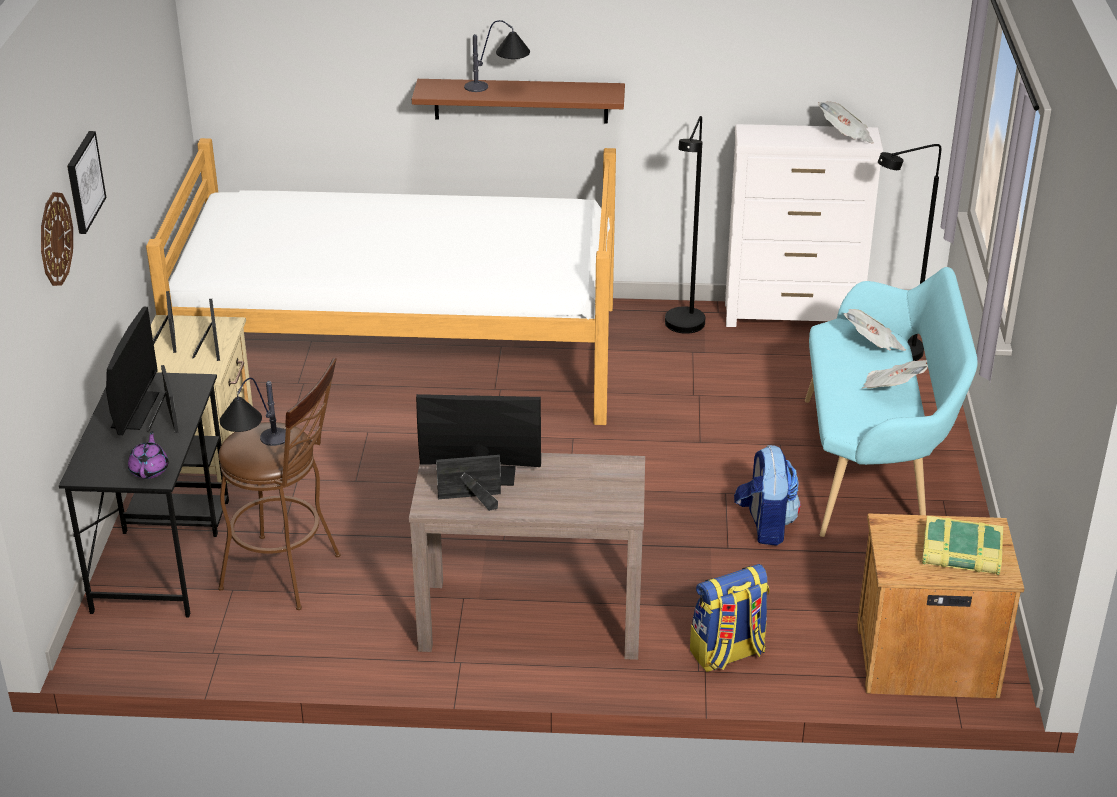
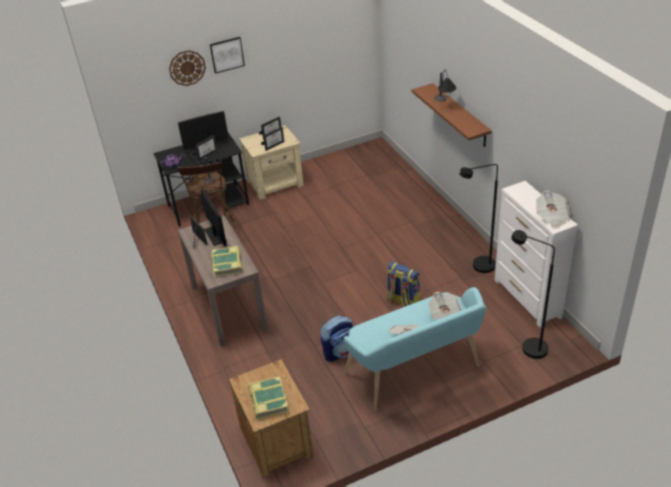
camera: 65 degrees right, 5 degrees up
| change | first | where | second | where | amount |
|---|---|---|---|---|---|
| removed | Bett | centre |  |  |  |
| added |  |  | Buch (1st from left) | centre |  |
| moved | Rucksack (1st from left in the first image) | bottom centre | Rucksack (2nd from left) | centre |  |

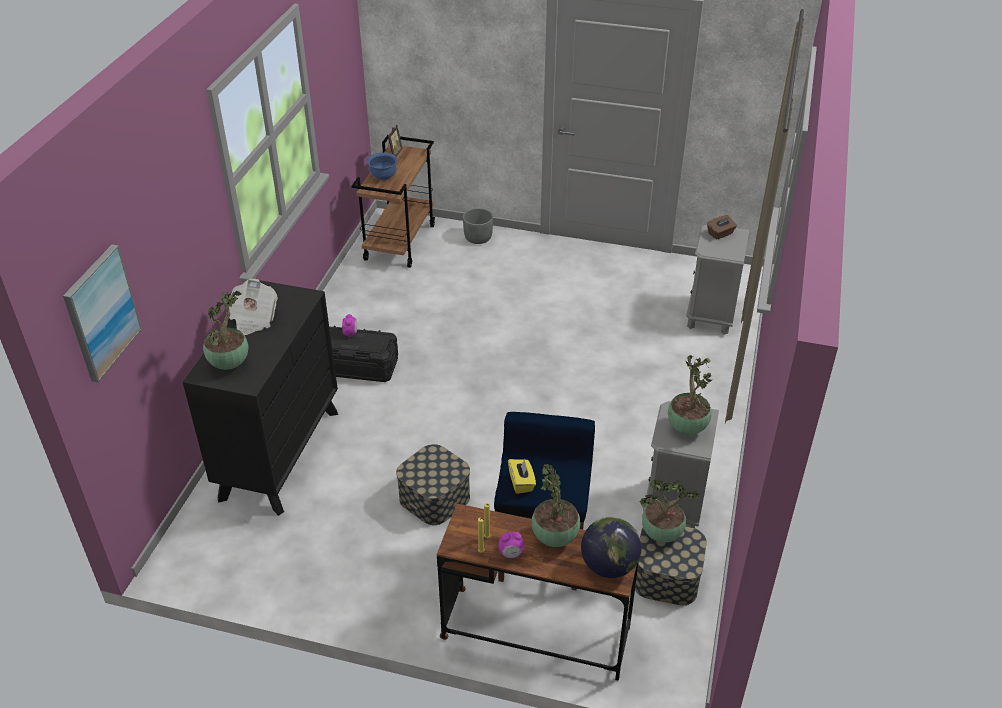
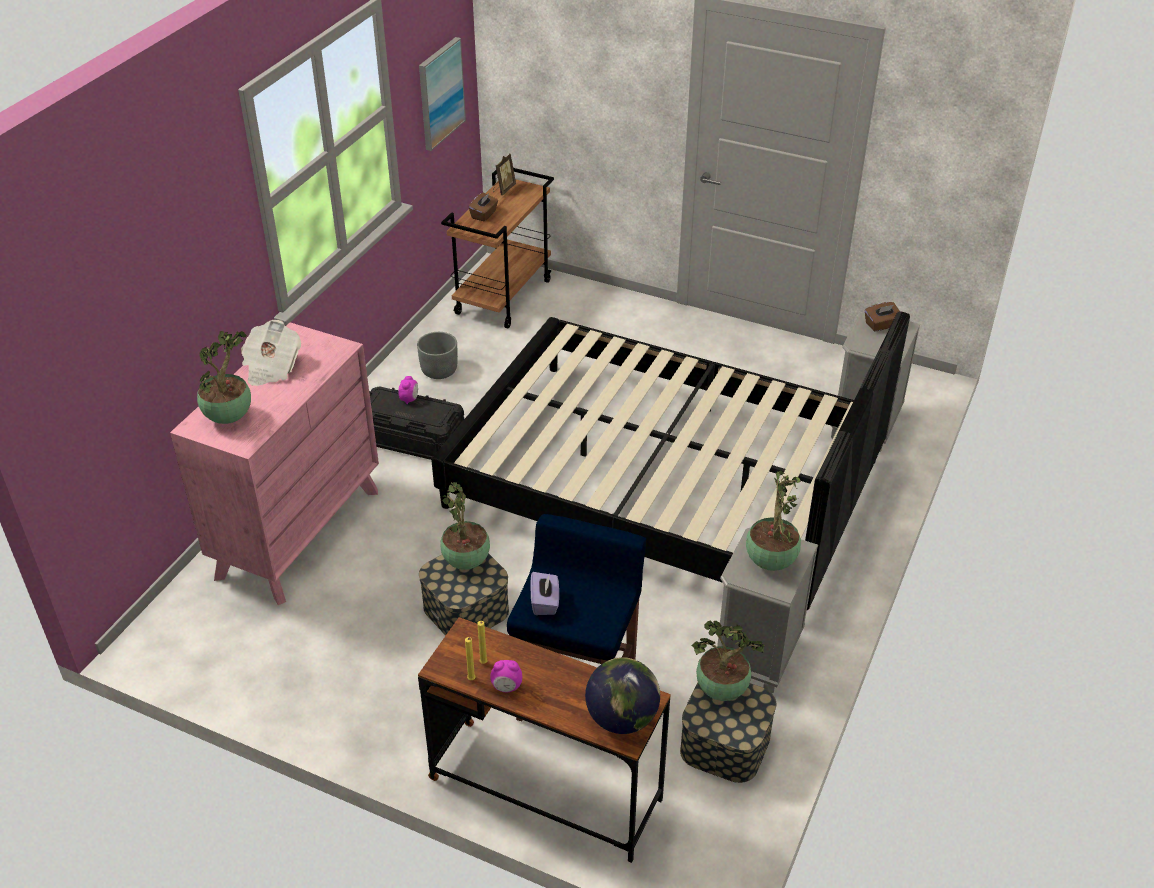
camera: 10 degrees right, 0 degrees up
| change | first | where | second | where | amount |
|---|---|---|---|---|---|
| added |  |  | Bett [schwarz] | centre |  |
| moved | Bild | middle left |  | top centre |  |
| moved | Pflanzkübel [grau] | top centre |  | centre |  |
| moved | Topfpflanze (2nd from left) | bottom centre |  | centre |  |
| replaced | Schüssel [blau] | top centre | Taschentuchbox [braun] (1st from left) | top centre |  |
| recoloured | Kommode [schwarz] | middle left | Kommode [rosa] | middle left |  |
| recoloured | Taschentuchbox [gelb] | bottom centre | Taschentuchbox [lila] | bottom centre |  |

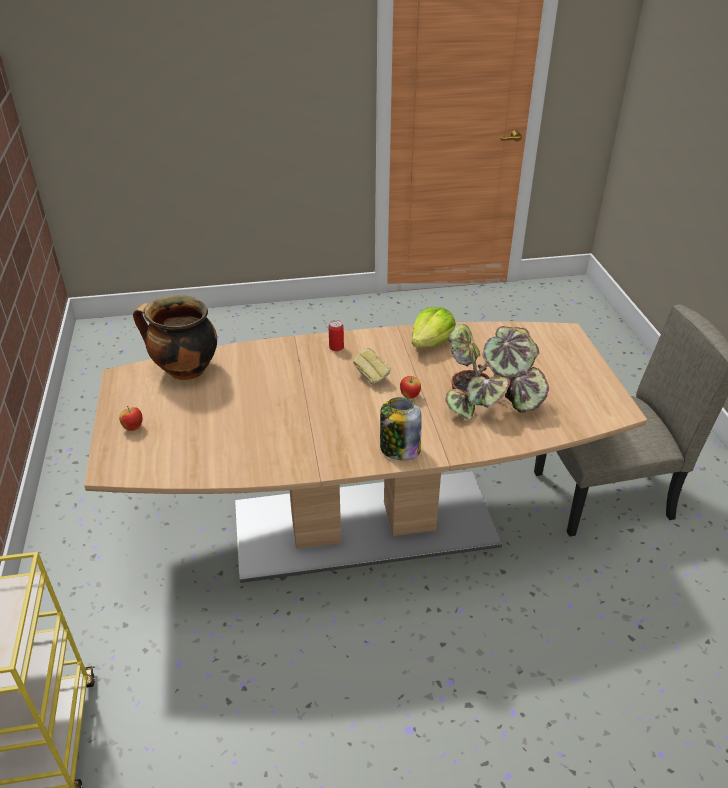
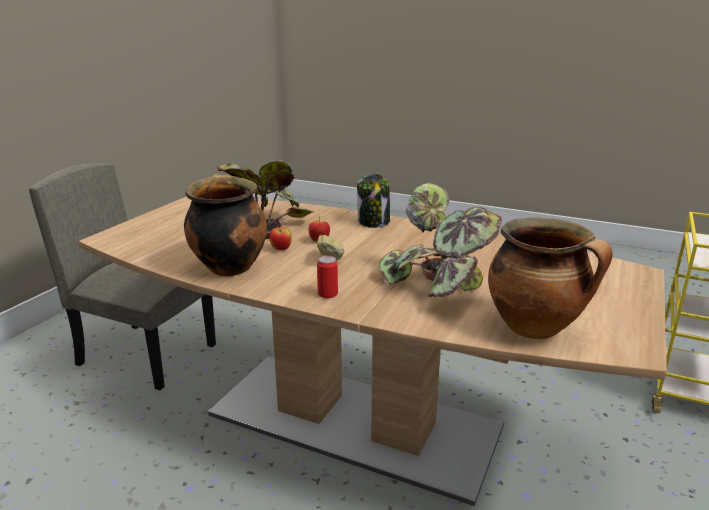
camera: 145 degrees left, 15 degrees down
| change | first | where | second | where | amount |
|---|---|---|---|---|---|
| added |  |  | Topfpflanze (2nd from left) | centre |  |
| moved | Apfel (1st from left) | middle left |  | centre |  |
| replaced | Salatkopf | centre | Kochtopf (1st from left) | middle left |  |

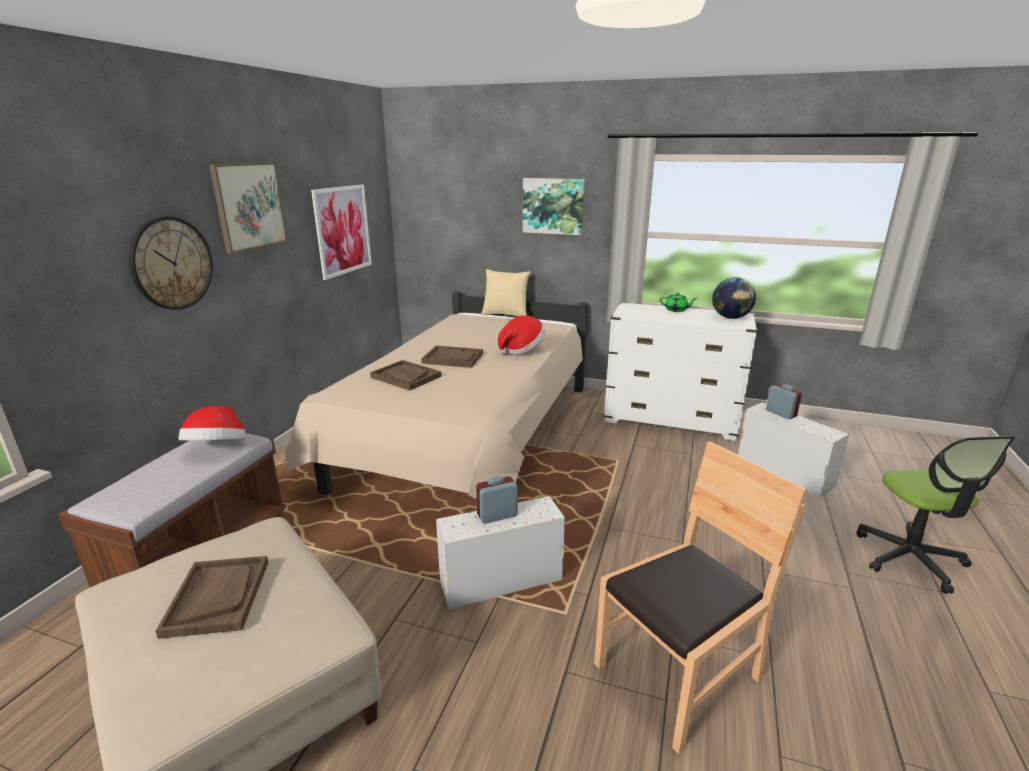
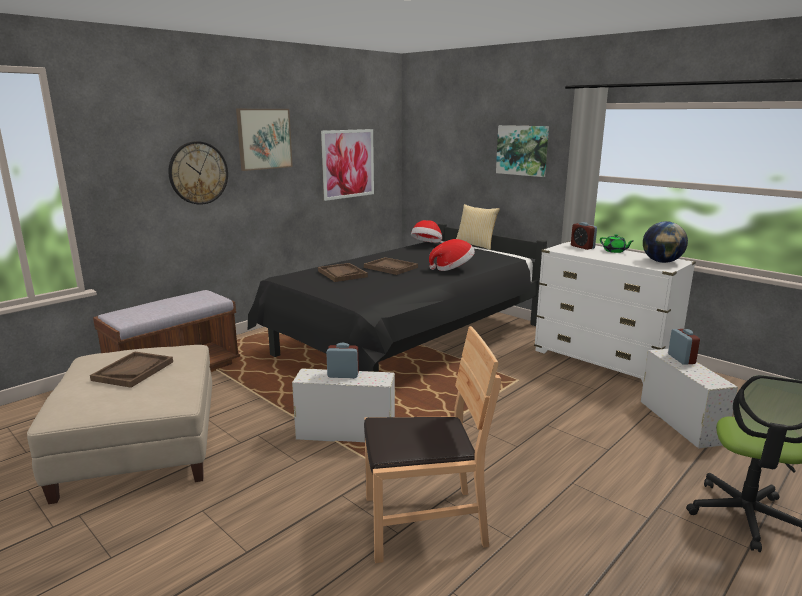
camera: 25 degrees right, 5 degrees down
| change | first | where | second | where | amount |
|---|---|---|---|---|---|
| added |  |  | Wecker (2nd from left) | middle right |  |
| moved | Hut (1st from left) | middle left |  | centre |  |
| recoloured | Bett [beige] | centre | Bett [schwarz] | centre |  |

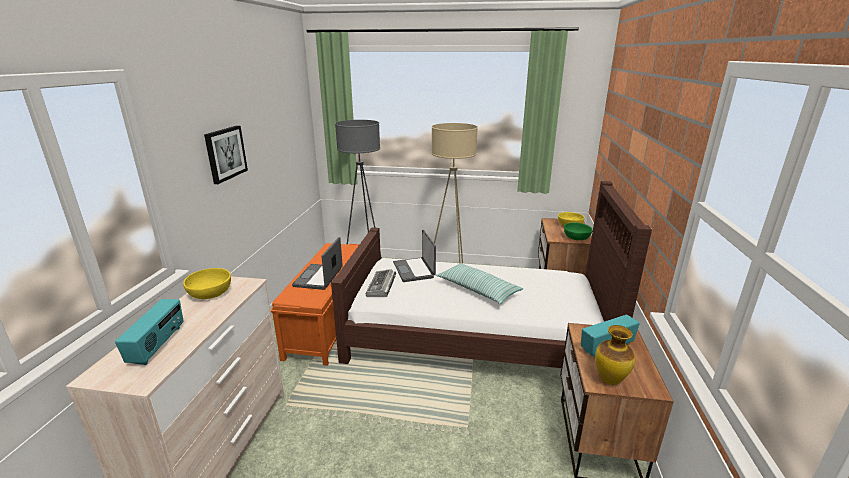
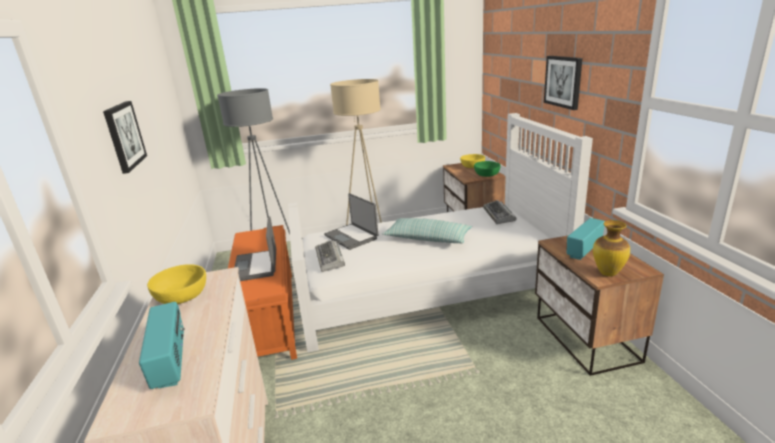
camera: 20 degrees left, 0 degrees up
| change | first | where | second | where | amount |
|---|---|---|---|---|---|
| added |  |  | Tastatur (2nd from left) | centre |  |
| added |  |  | Bild (2nd from left) | top right |  |
| recoloured | Bett [braun] | centre | Bett [weiß] | centre |  |

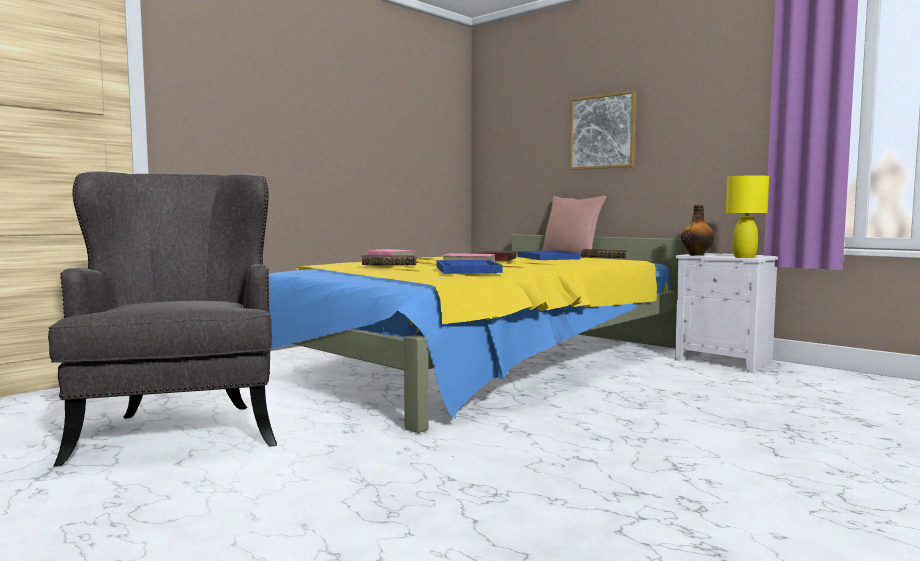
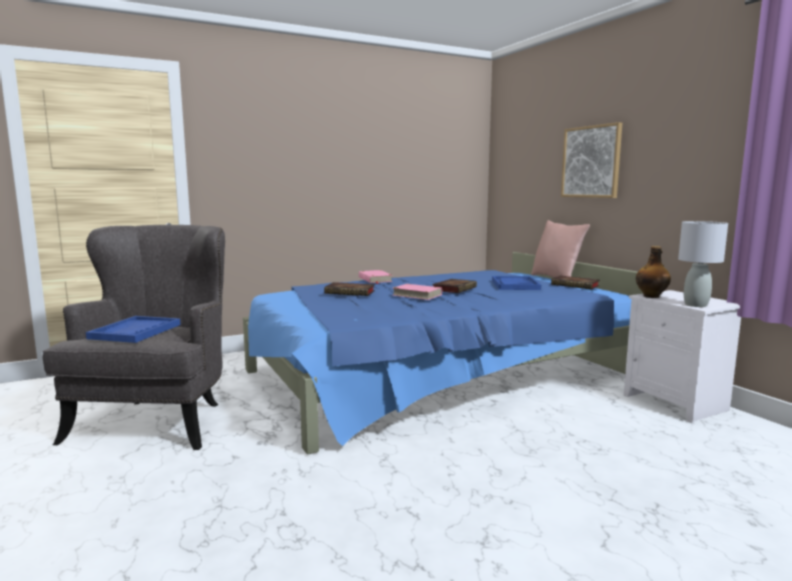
camera: 20 degrees right, 5 degrees up
| change | first | where | second | where | amount |
|---|---|---|---|---|---|
| moved | Tablett [blau] (1st from left) | centre |  | middle left |  |
| recoloured | Bett [gelb] | centre | Bett [blau] | centre |  |
| recoloured | Tischlampe [gelb] | middle right | Tischlampe [grau] | middle right |  |

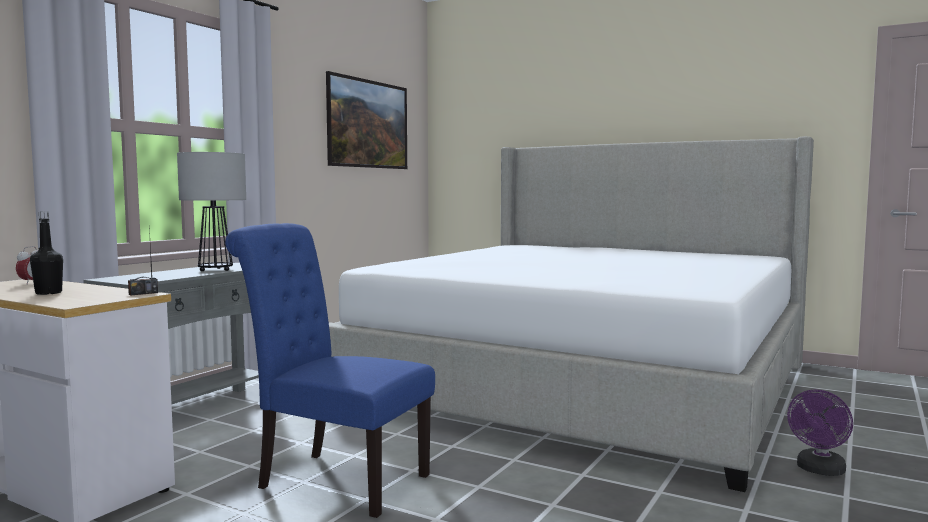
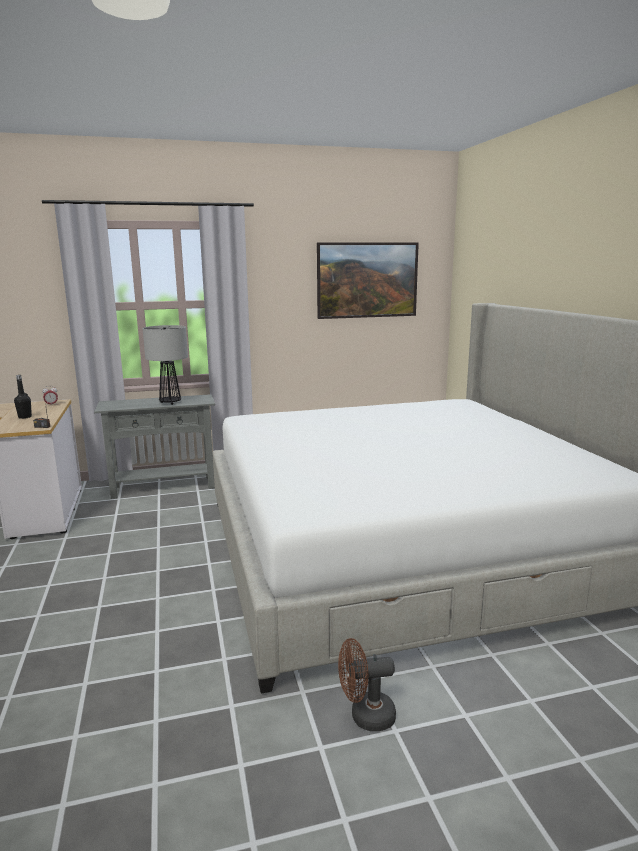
camera: 45 degrees right, 10 degrees up
| change | first | where | second | where | amount |
|---|---|---|---|---|---|
| removed | Stuhl [blau] | bottom centre |  |  |  |
| recoloured | Ventilator [lila] | bottom right | Ventilator [braun] | bottom centre |  |

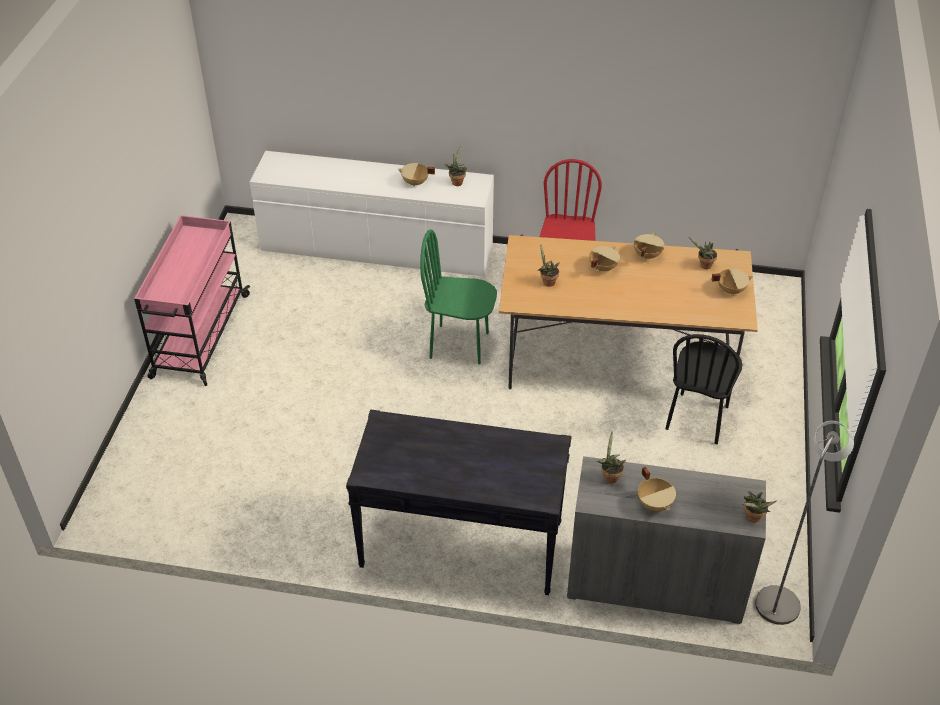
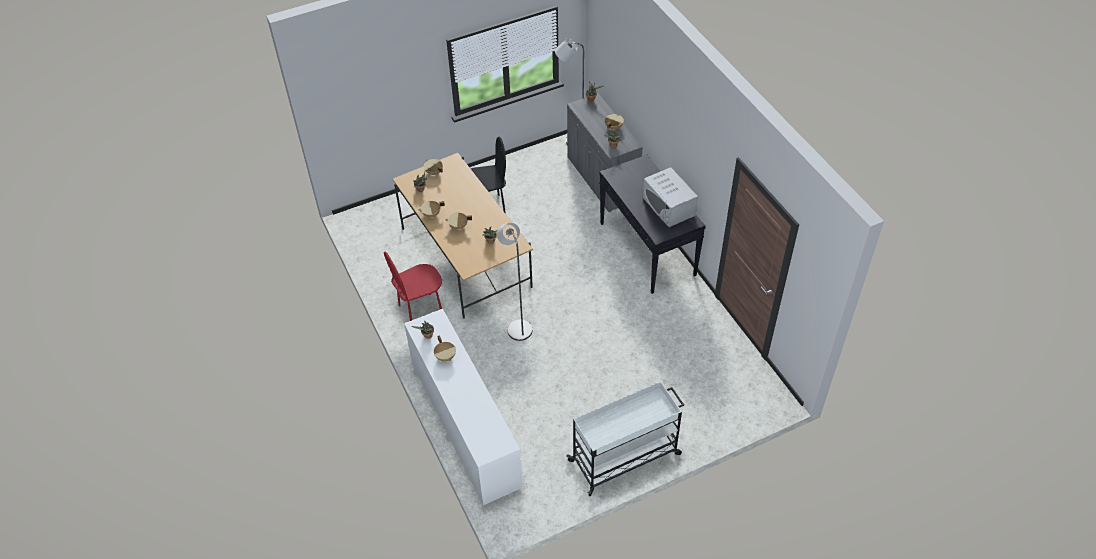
camera: 125 degrees left, 5 degrees up
| change | first | where | second | where | amount |
|---|---|---|---|---|---|
| added |  |  | Mikrowelle [weiß] | centre |  |
| replaced | Stuhl [grün] | centre | Stehlampe [grau] (1st from left) | centre |  |
| recoloured | Rollwagen [rosa] | middle left | Rollwagen [weiß] | bottom centre |  |

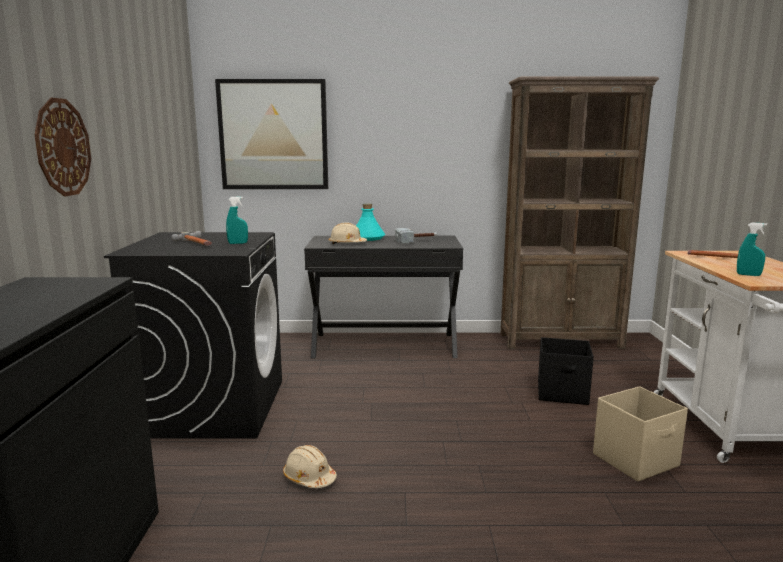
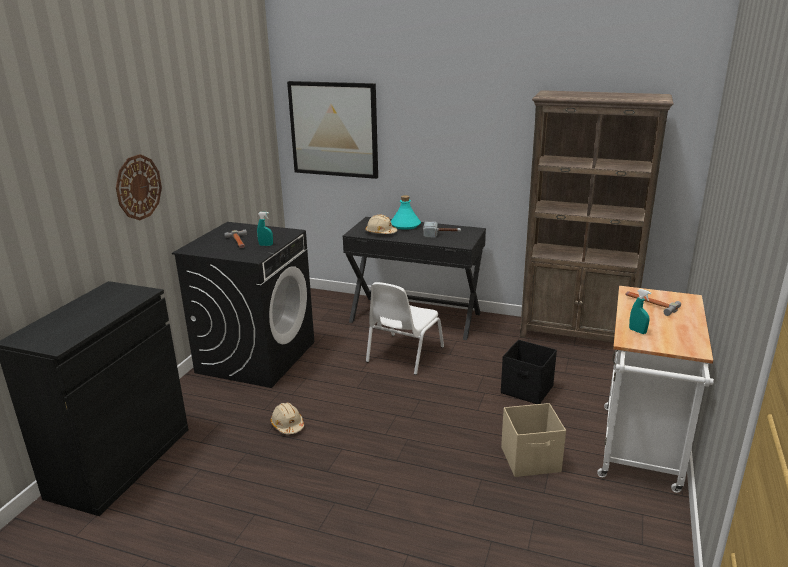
camera: 20 degrees right, 10 degrees up
| change | first | where | second | where | amount |
|---|---|---|---|---|---|
| added |  |  | Stuhl [weiß] | centre |  |

